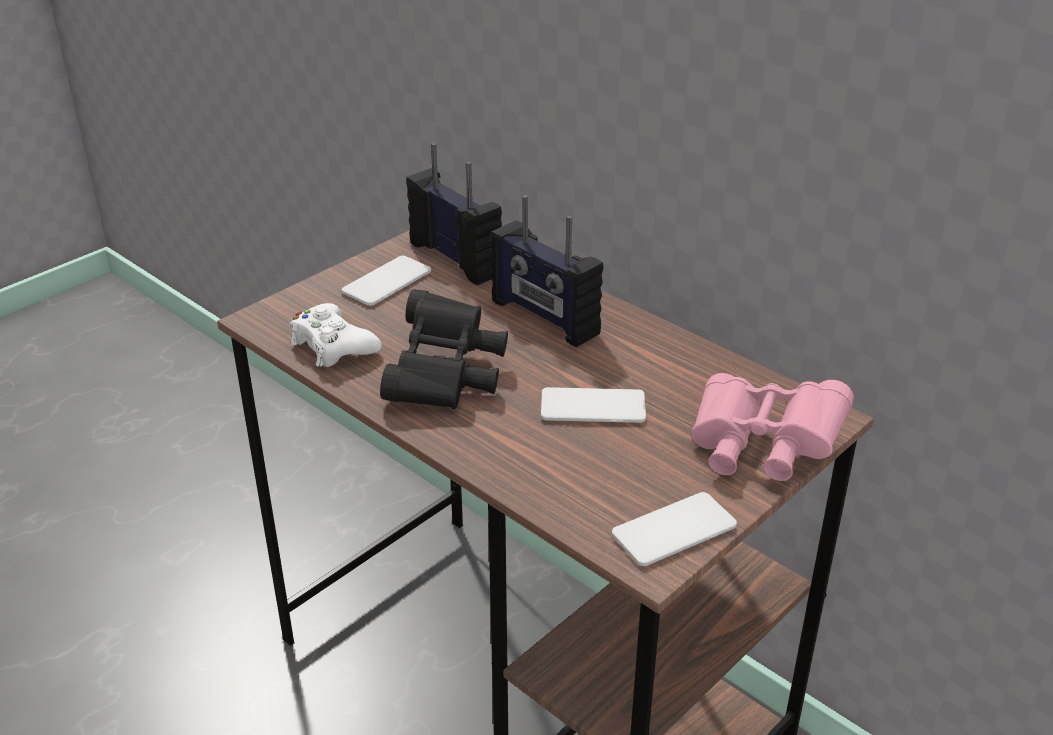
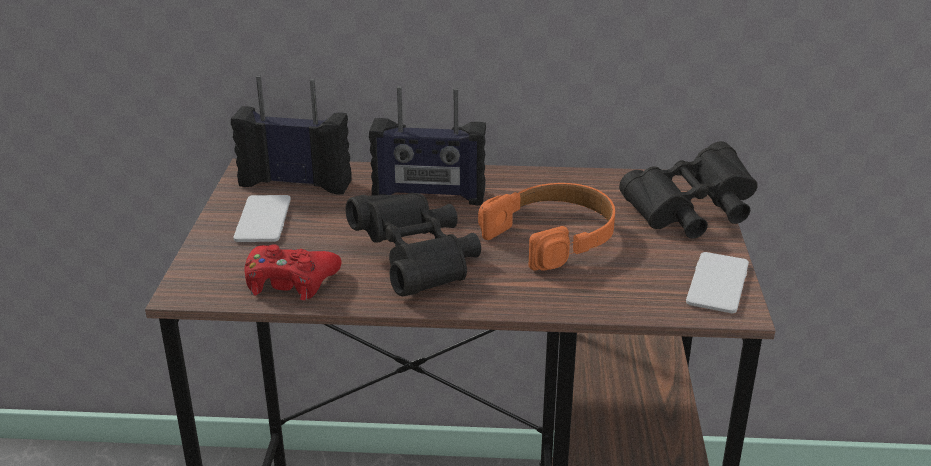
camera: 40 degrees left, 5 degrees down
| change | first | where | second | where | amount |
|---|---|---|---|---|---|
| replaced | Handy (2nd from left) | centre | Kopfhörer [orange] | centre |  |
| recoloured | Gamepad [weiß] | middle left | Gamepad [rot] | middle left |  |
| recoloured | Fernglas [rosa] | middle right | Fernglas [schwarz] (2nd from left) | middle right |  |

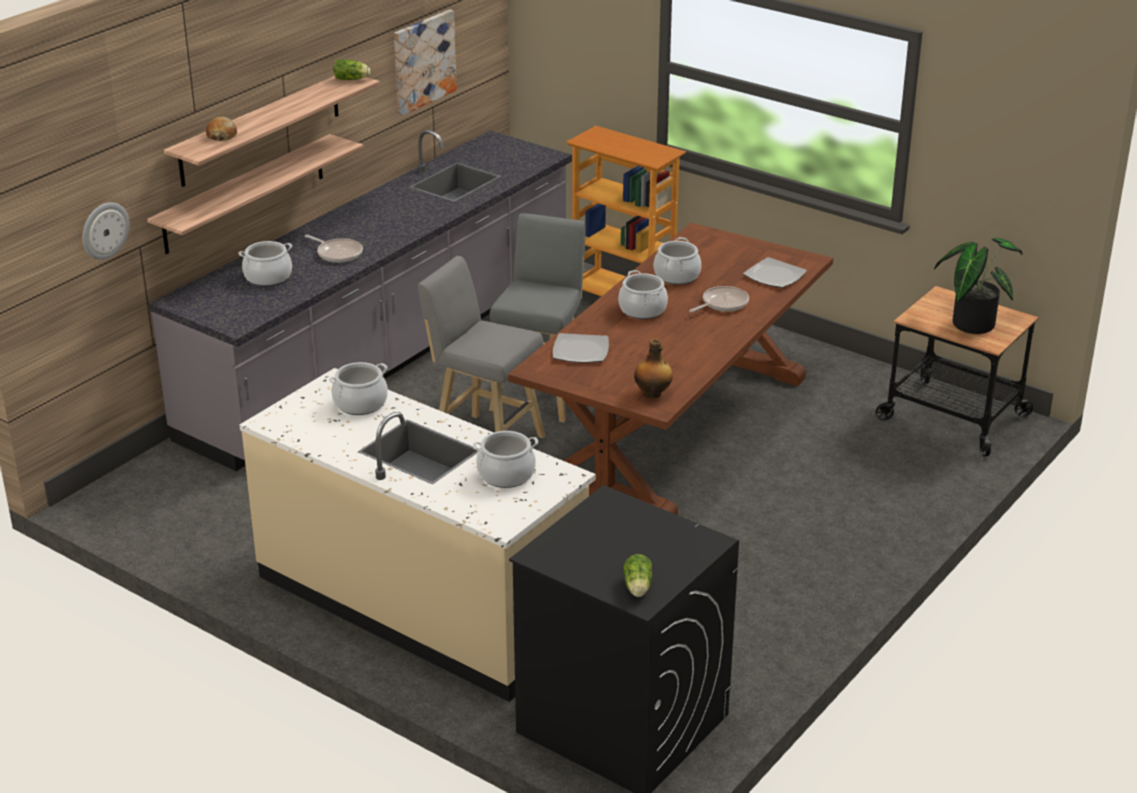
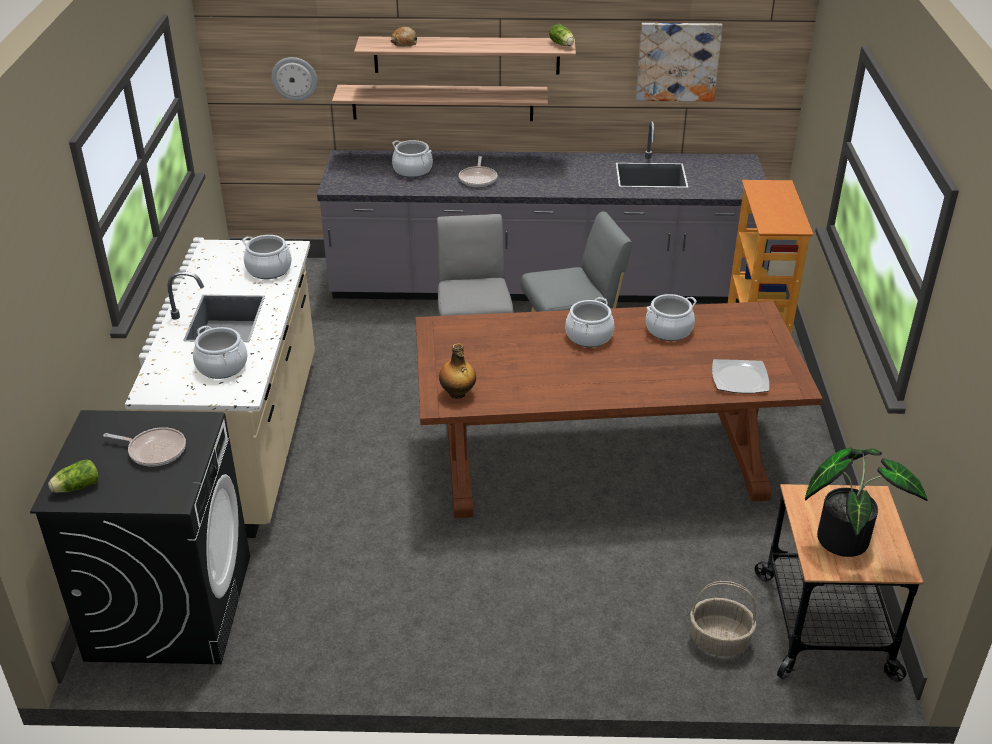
camera: 55 degrees right, 5 degrees up
| change | first | where | second | where | amount |
|---|---|---|---|---|---|
| removed | Teller (1st from left) | centre |  |  |  |
| added |  |  | Korb | bottom right |  |
| moved | Pfanne (2nd from left in the first image) | centre | Pfanne (1st from left) | middle left |  |

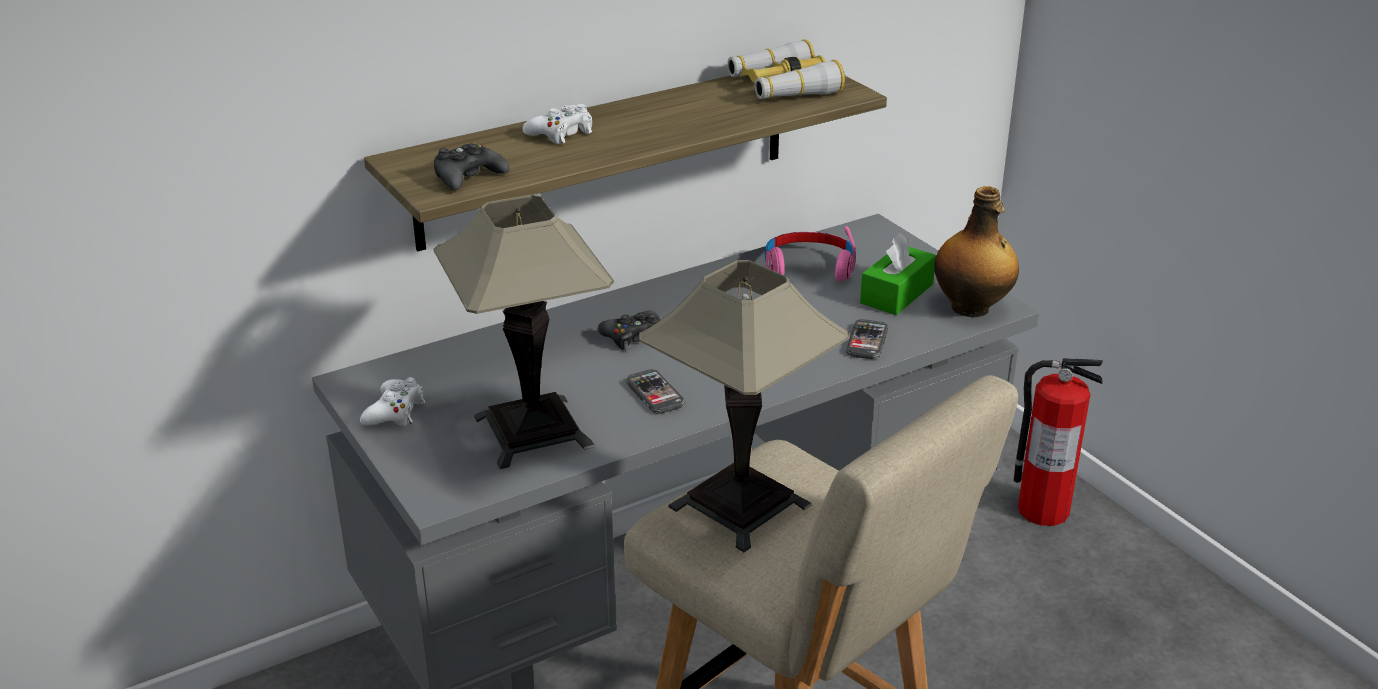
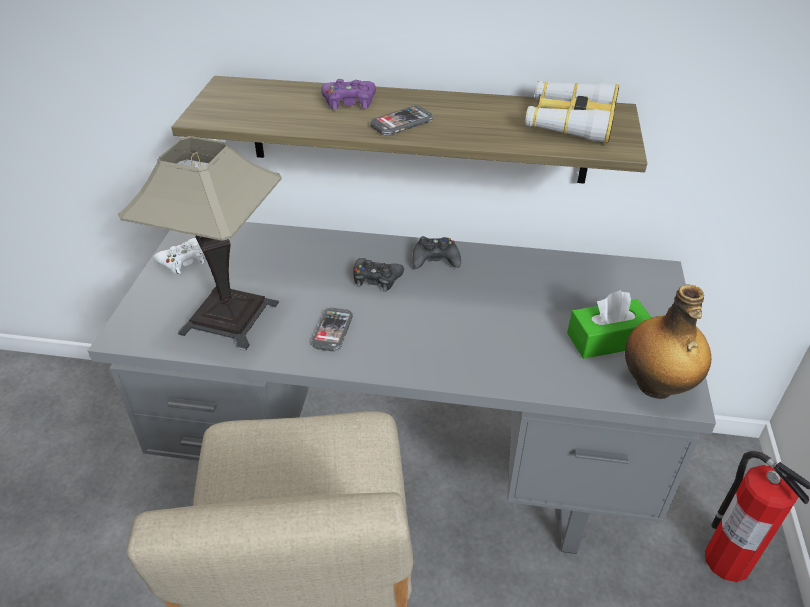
camera: 40 degrees right, 10 degrees up
| change | first | where | second | where | amount |
|---|---|---|---|---|---|
| removed | Tischlampe (2nd from left) | centre |  |  |  |
| removed | Kopfhörer [rosa] | centre |  |  |  |
| moved | Gamepad [schwarz] (1st from left in the first image) | top centre | Gamepad [schwarz] (2nd from left) | centre |  |
| moved | Handy (2nd from left) | centre |  | top centre |  |
| recoloured | Gamepad [weiß] (2nd from left) | top centre | Gamepad [lila] | top centre |  |

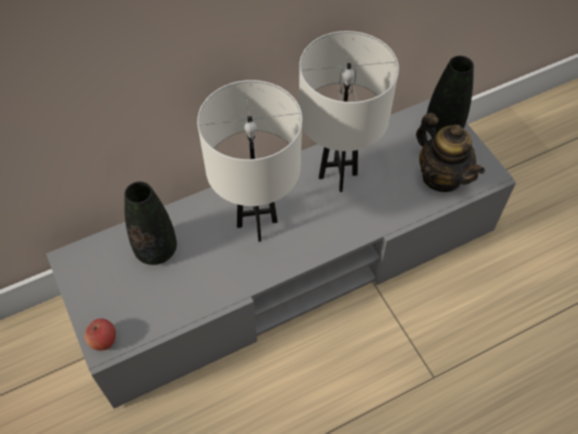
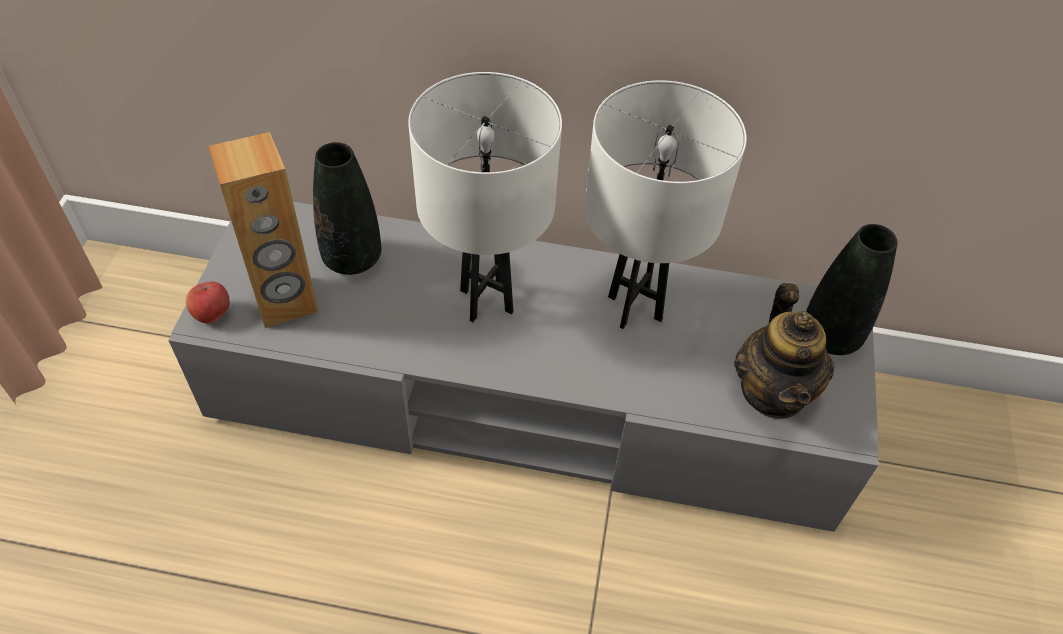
camera: 35 degrees right, 5 degrees down
| change | first | where | second | where | amount |
|---|---|---|---|---|---|
| added |  |  | Lautsprecher [braun] | middle left |  |

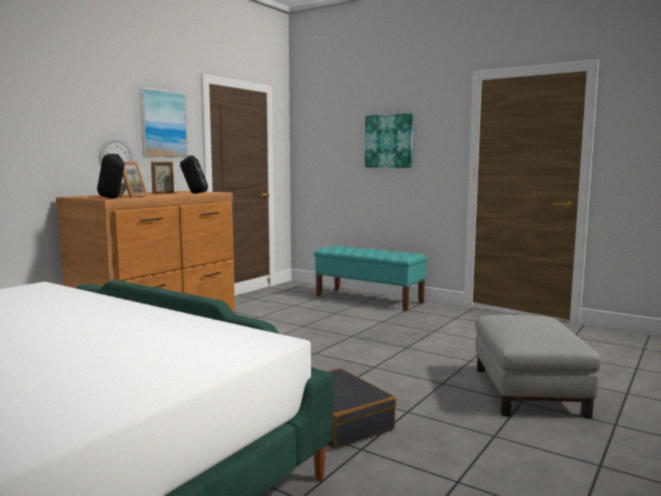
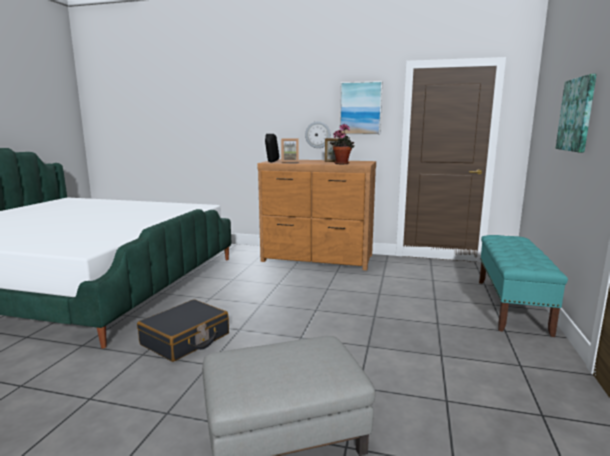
camera: 70 degrees right, 5 degrees up
| change | first | where | second | where | amount |
|---|---|---|---|---|---|
| replaced | Lautsprecher [schwarz] (2nd from left) | middle left | Topfpflanze | top centre |  |

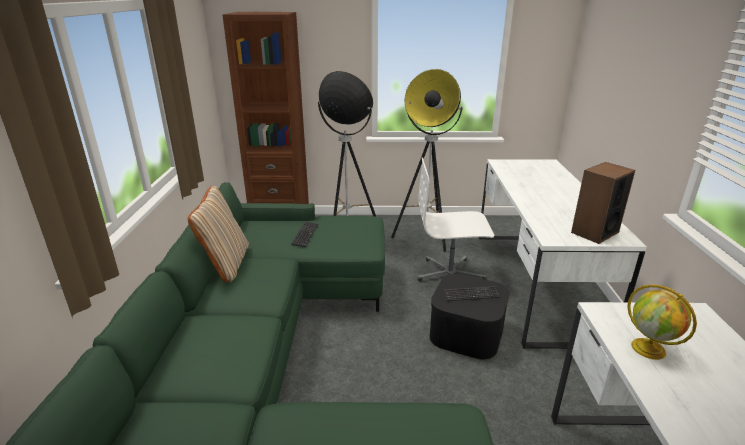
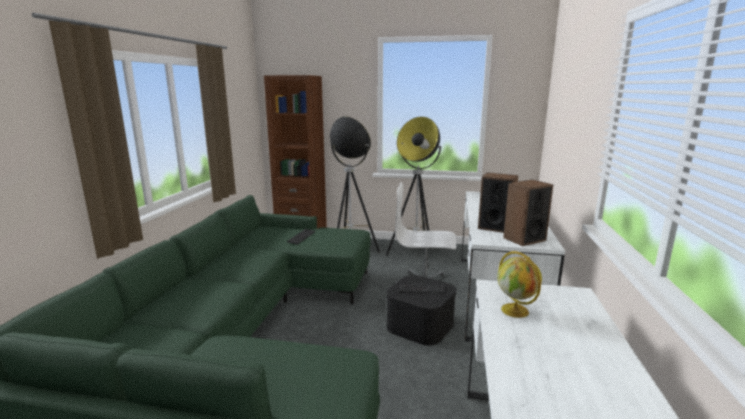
camera: 10 degrees right, 10 degrees down
| change | first | where | second | where | amount |
|---|---|---|---|---|---|
| removed | Kissen [beige] | middle left |  |  |  |
| added |  |  | Lautsprecher (1st from left) | middle right |  |

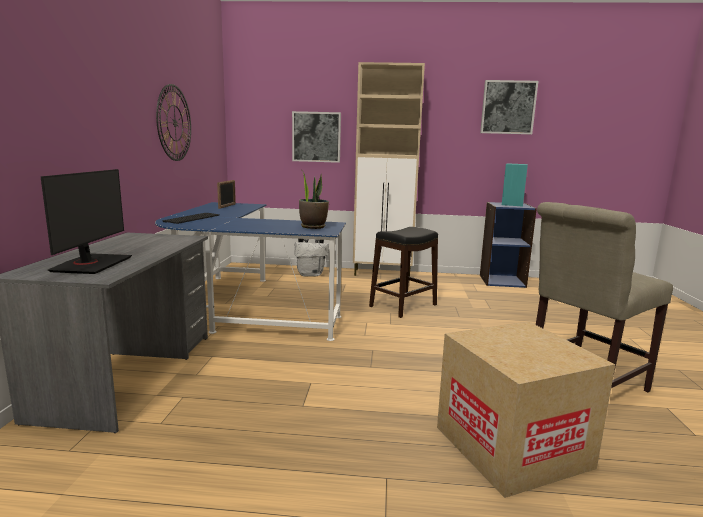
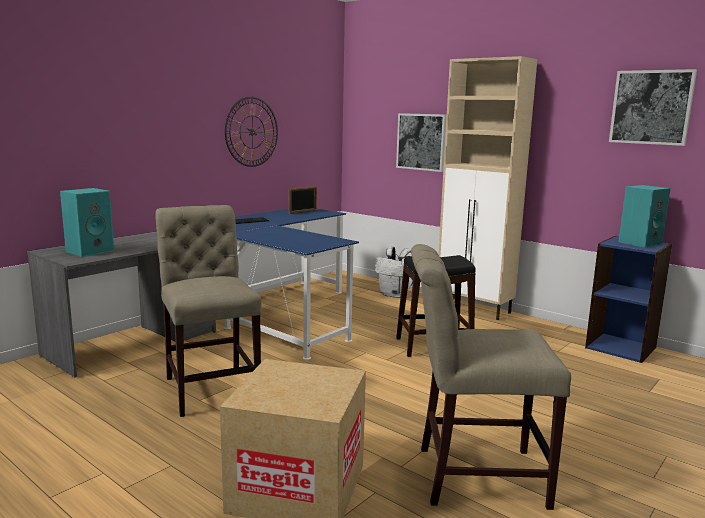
camera: 35 degrees right, 0 degrees up
| change | first | where | second | where | amount |
|---|---|---|---|---|---|
| removed | Topfpflanze | centre |  |  |  |
| added |  |  | Stuhl [beige] (1st from left) | middle left |  |
| replaced | Monitor | middle left | Lautsprecher [türkis] (1st from left) | middle left |  |

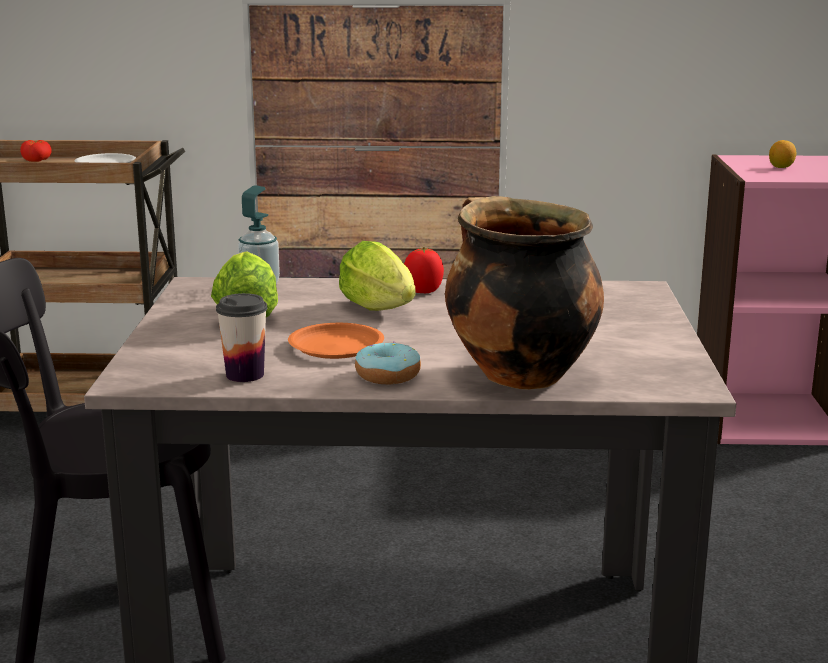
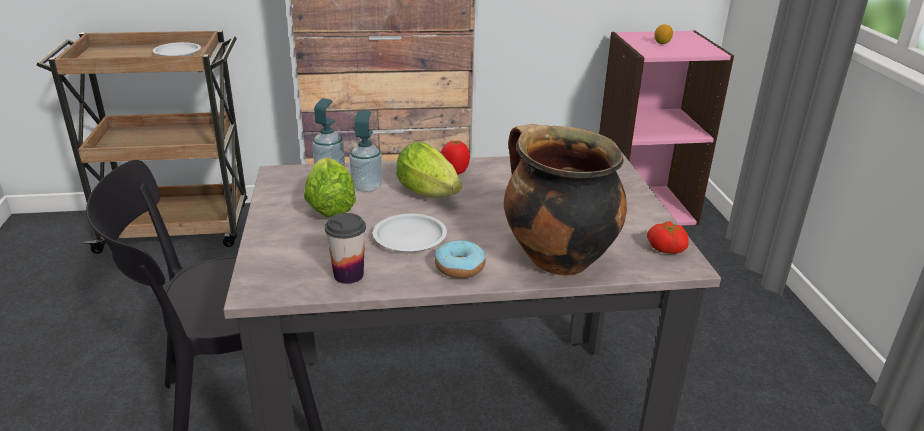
camera: 10 degrees left, 10 degrees up
| change | first | where | second | where | amount |
|---|---|---|---|---|---|
| added |  |  | Seifenspender (2nd from left) | centre |  |
| moved | Tomate (1st from left in the first image) | top left | Tomate (2nd from left) | middle right |  |
| recoloured | Teller [orange] | centre | Teller [weiß] (2nd from left) | centre |  |

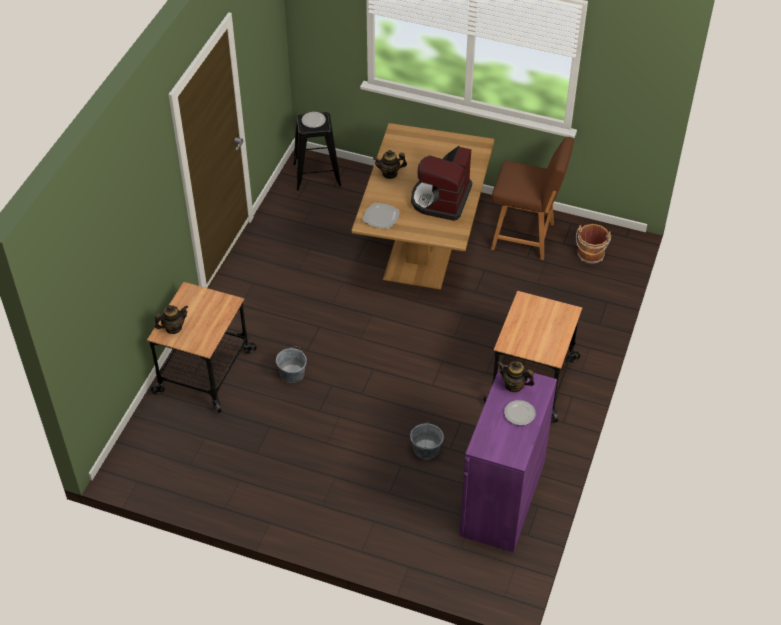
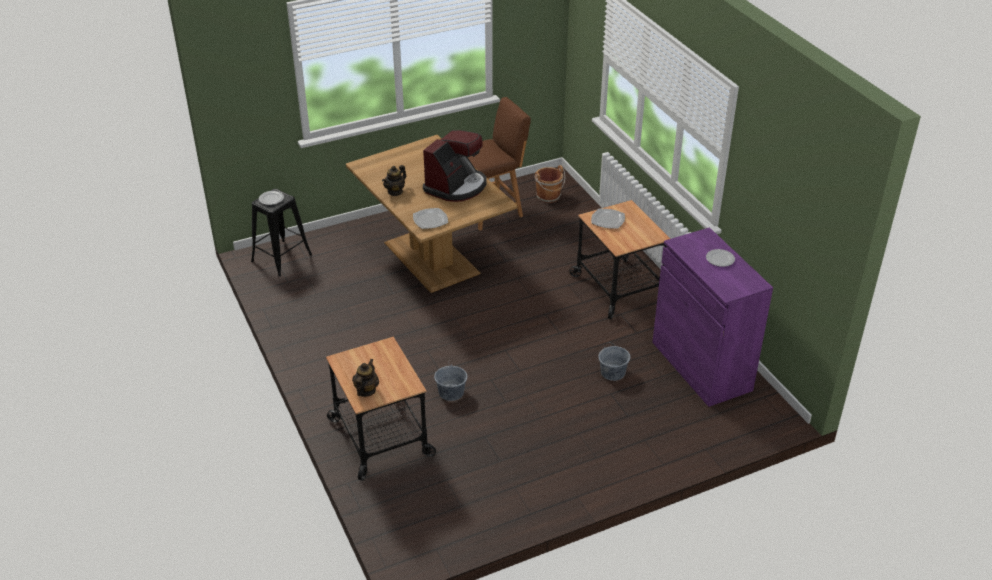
camera: 45 degrees left, 10 degrees down
| change | first | where | second | where | amount |
|---|---|---|---|---|---|
| removed | Teekanne (3rd from left) | centre |  |  |  |
| added |  |  | Teller (3rd from left) | centre |  |
| turned | Kaffeemaschine | top centre |  | top centre | 120 degrees counterclockwise |

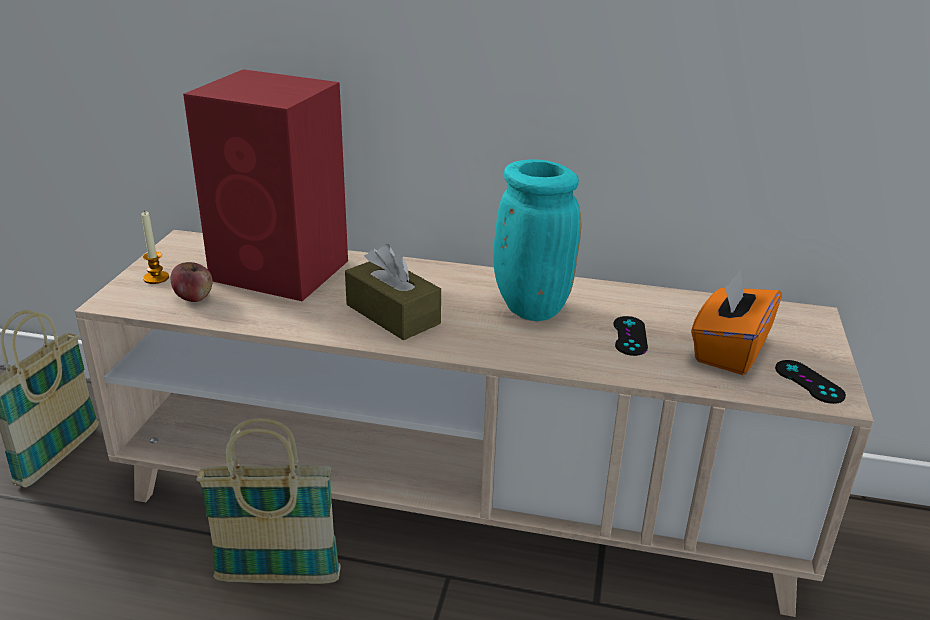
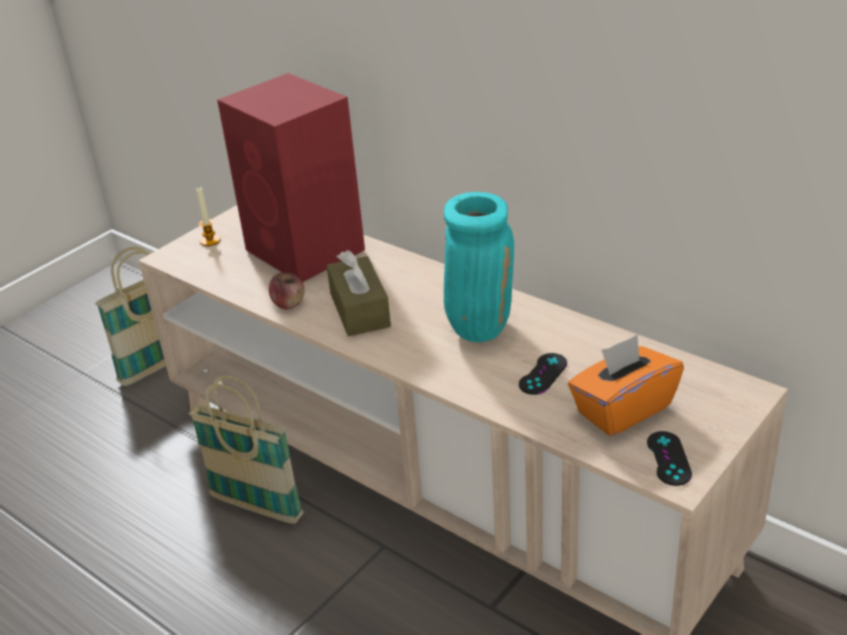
camera: 30 degrees right, 5 degrees up
| change | first | where | second | where | amount |
|---|---|---|---|---|---|
| moved | Apfel | middle left |  | centre |  |

